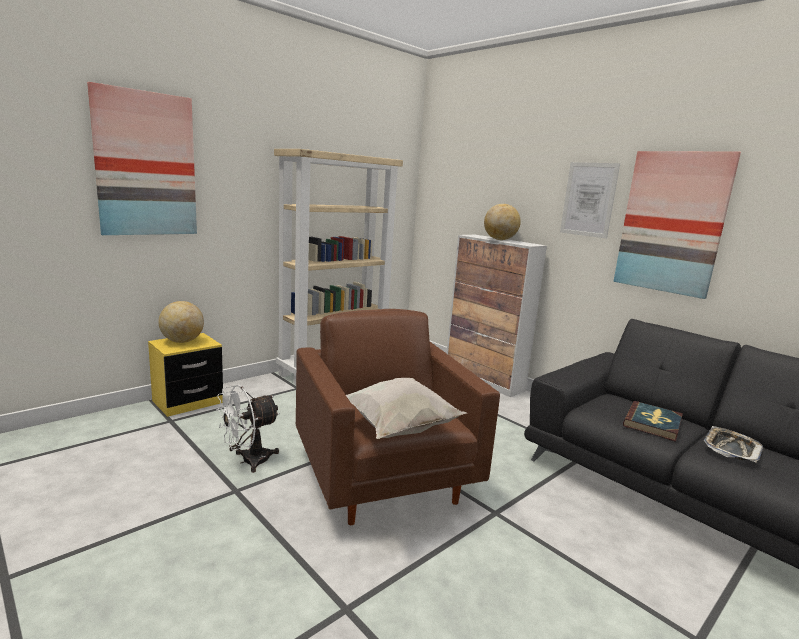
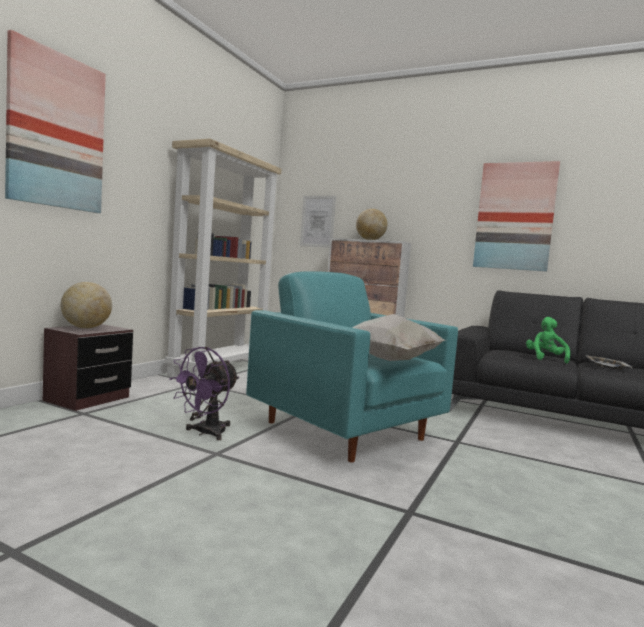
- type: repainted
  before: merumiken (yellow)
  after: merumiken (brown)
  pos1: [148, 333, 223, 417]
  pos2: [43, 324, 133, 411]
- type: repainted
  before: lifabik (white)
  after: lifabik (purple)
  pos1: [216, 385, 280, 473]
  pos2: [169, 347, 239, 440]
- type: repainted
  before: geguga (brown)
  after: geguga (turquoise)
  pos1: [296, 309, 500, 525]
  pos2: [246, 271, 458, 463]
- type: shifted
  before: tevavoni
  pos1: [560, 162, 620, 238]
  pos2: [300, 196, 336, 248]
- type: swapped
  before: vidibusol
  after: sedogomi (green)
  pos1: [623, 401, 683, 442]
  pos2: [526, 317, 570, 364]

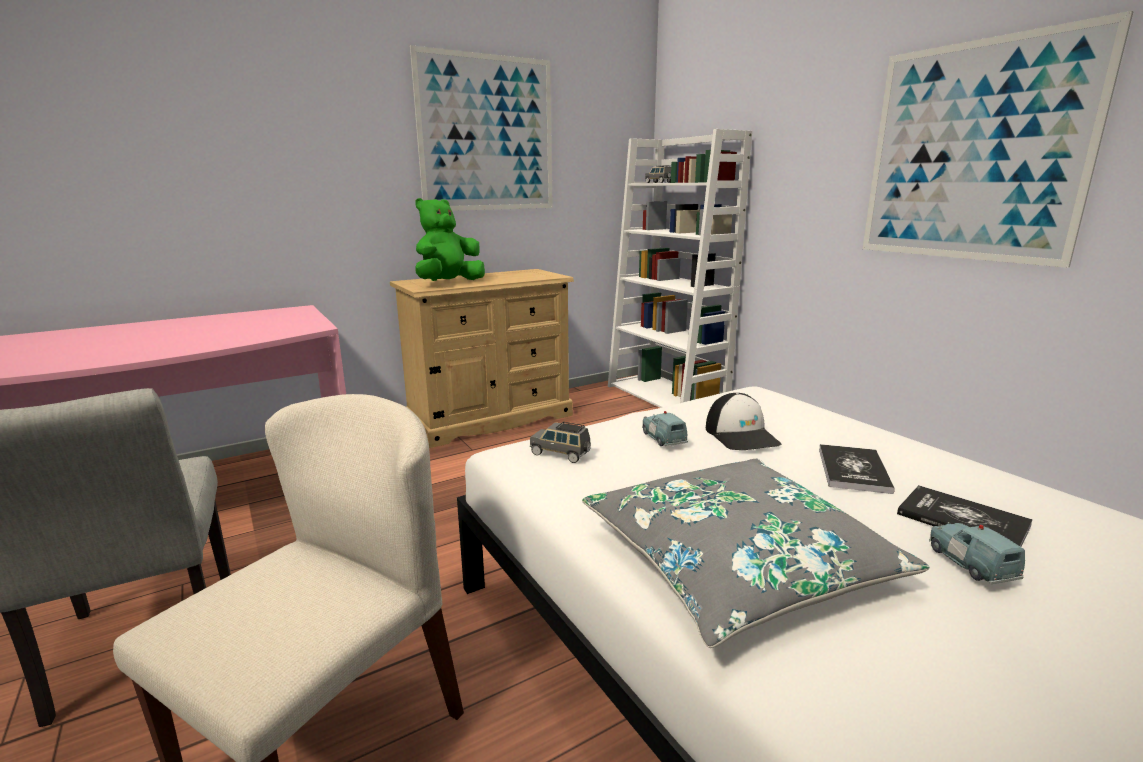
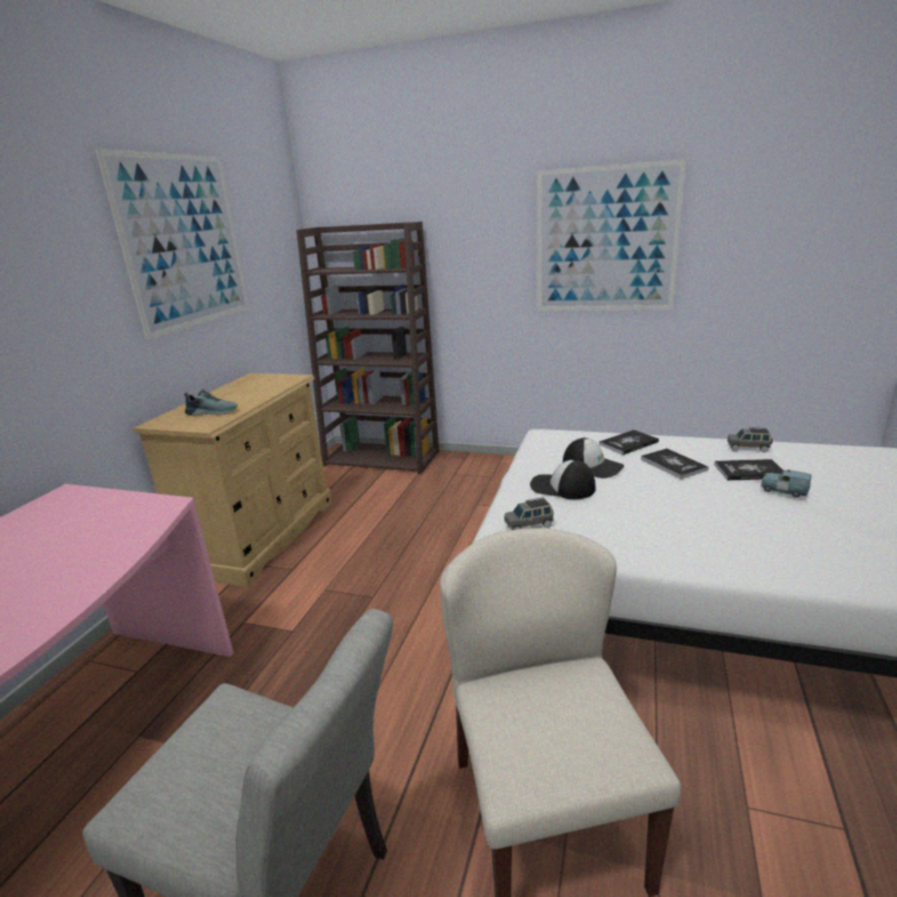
- type: swapped
  before: sedogomi (green)
  after: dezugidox
  pos1: [415, 198, 485, 281]
  pos2: [184, 389, 238, 416]
- type: gone
  before: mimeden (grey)
  pos1: [582, 459, 930, 648]
- type: repainted
  before: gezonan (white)
  after: gezonan (brown)
  pos1: [608, 129, 752, 408]
  pos2: [296, 221, 439, 475]
- type: swapped
  before: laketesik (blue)
  after: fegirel
  pos1: [642, 411, 688, 446]
  pos2: [530, 460, 595, 499]
- type: shifted
  before: laketesik (grey)
  pos1: [645, 165, 671, 183]
  pos2: [727, 427, 772, 452]
- type: new
  after: vidibusol
  pos2: [599, 430, 659, 455]

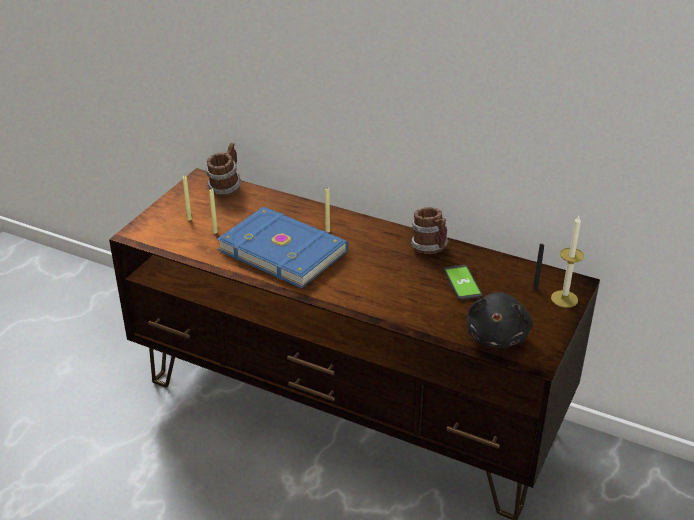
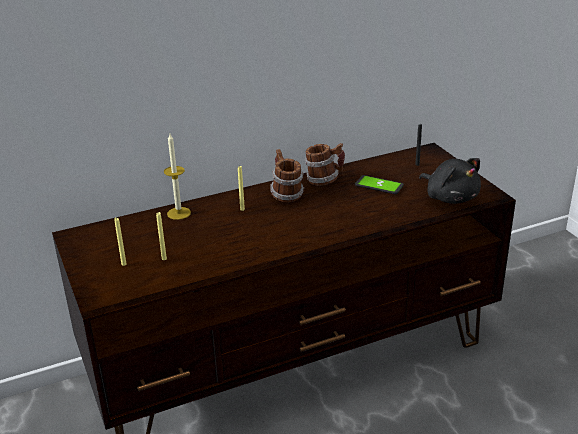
- type: shifted
  before: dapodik
  pos1: [206, 143, 241, 196]
  pos2: [270, 149, 304, 202]
- type: gone
  before: vidibusol (blue)
  pos1: [217, 207, 348, 288]
- type: shifted
  before: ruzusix
  pos1: [551, 216, 584, 308]
  pos2: [164, 134, 191, 220]

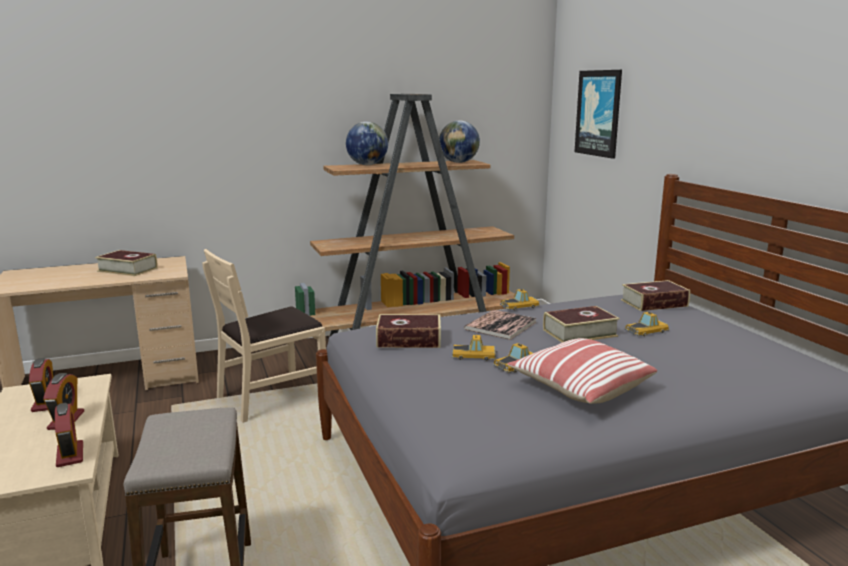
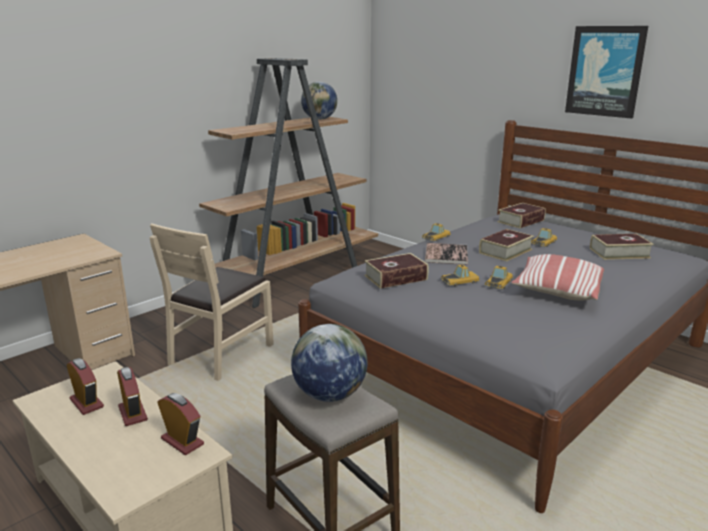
- type: shifted
  before: vidibusol
  pos1: [95, 250, 157, 276]
  pos2: [590, 234, 654, 260]
- type: shifted
  before: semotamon
  pos1: [346, 122, 388, 165]
  pos2: [291, 324, 367, 402]
- type: shifted
  before: tevavoni
  pos1: [575, 70, 622, 159]
  pos2: [565, 26, 648, 119]

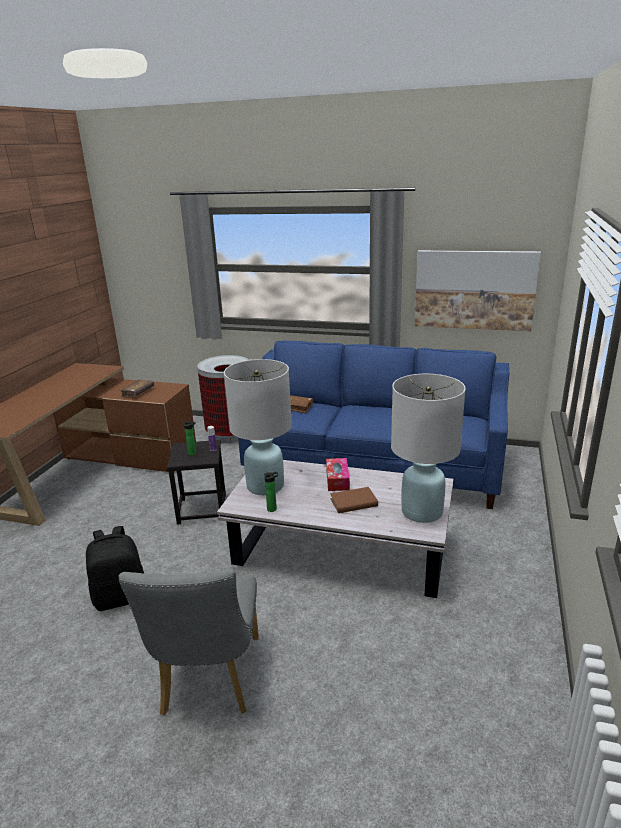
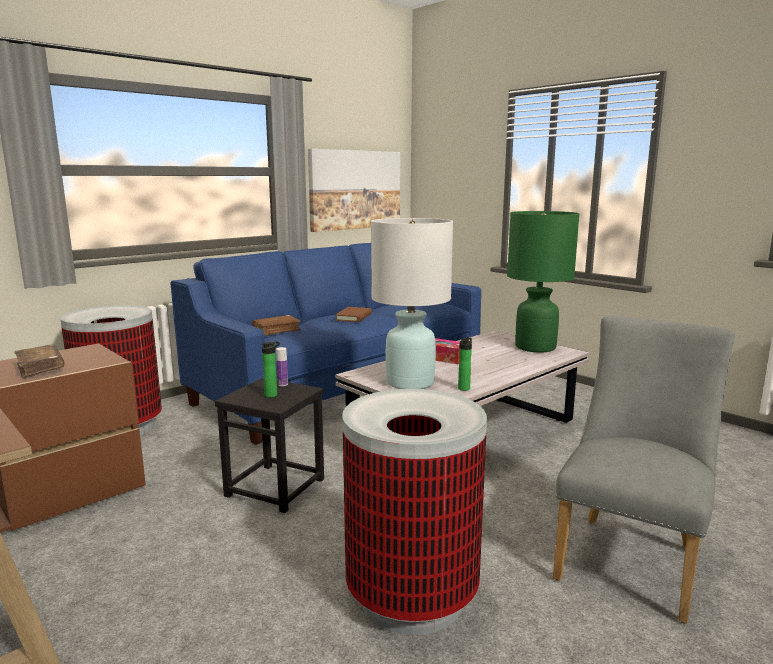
- type: swapped
  before: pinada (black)
  after: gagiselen
  pos1: [86, 526, 144, 611]
  pos2: [343, 389, 487, 635]
- type: rotated
  before: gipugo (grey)
  pos1: [118, 569, 259, 716]
  pos2: [553, 316, 735, 624]
  turn: -90
- type: shifted
  before: vidibusol (brown)
  pos1: [330, 487, 378, 513]
  pos2: [335, 307, 372, 322]
- type: repainted
  before: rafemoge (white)
  after: rafemoge (green)
  pos1: [391, 374, 466, 523]
  pos2: [507, 211, 580, 353]

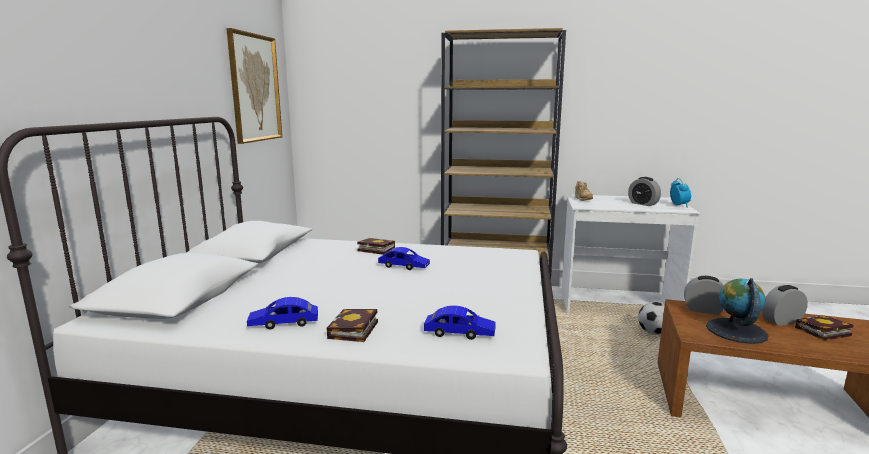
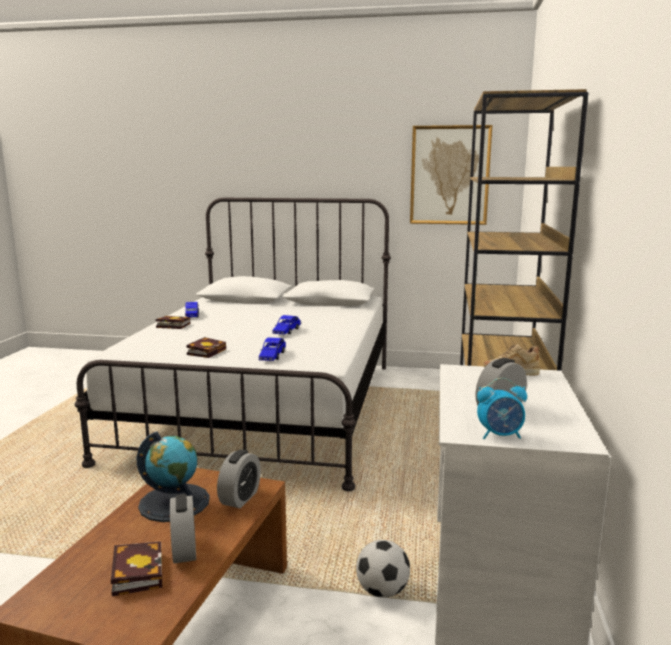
- type: shifted
  before: vidibusol
  pos1: [357, 238, 395, 255]
  pos2: [186, 337, 226, 358]
- type: shifted
  before: laketesik (blue)
  pos1: [424, 306, 496, 340]
  pos2: [259, 337, 286, 361]

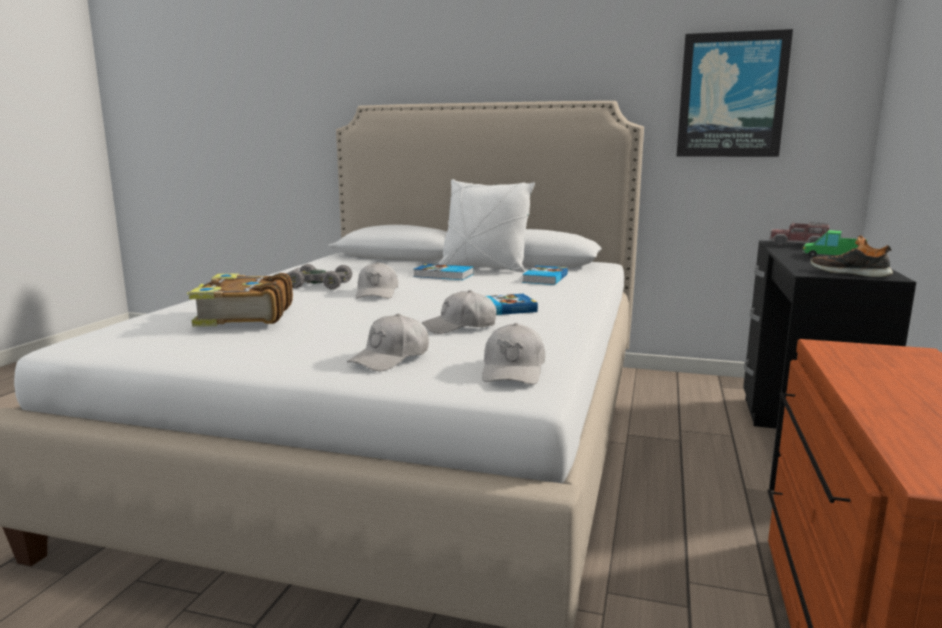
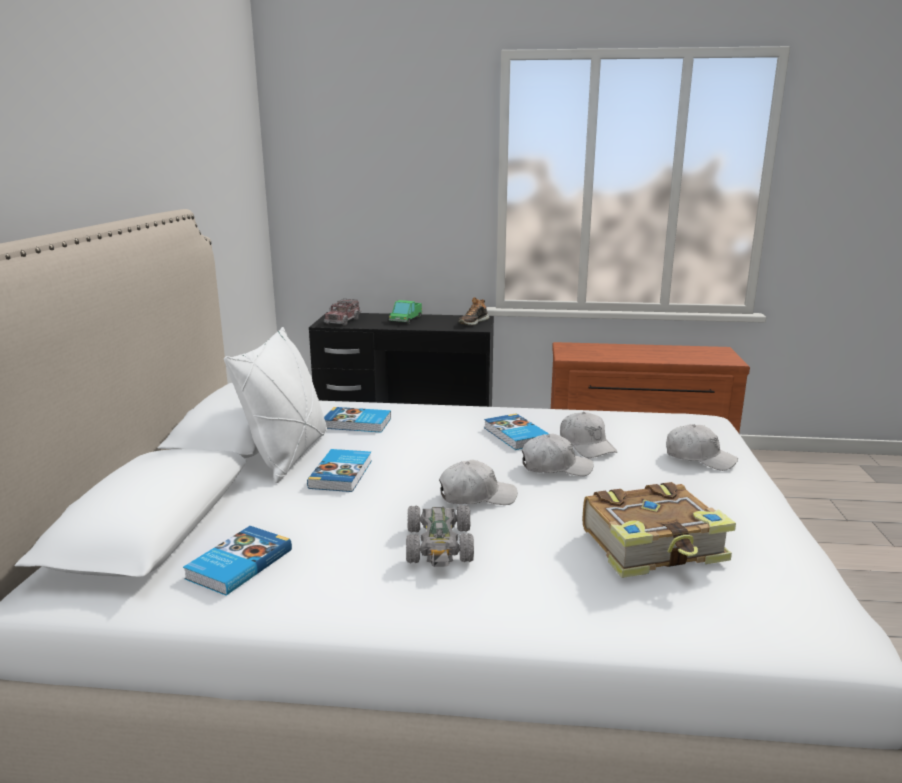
- type: shifted
  before: fegirel (white)
  pos1: [482, 323, 545, 384]
  pos2: [522, 434, 594, 476]
- type: gone
  before: tevavoni
  pos1: [677, 29, 793, 157]
- type: new
  after: vidibusol
  pos2: [183, 526, 292, 596]

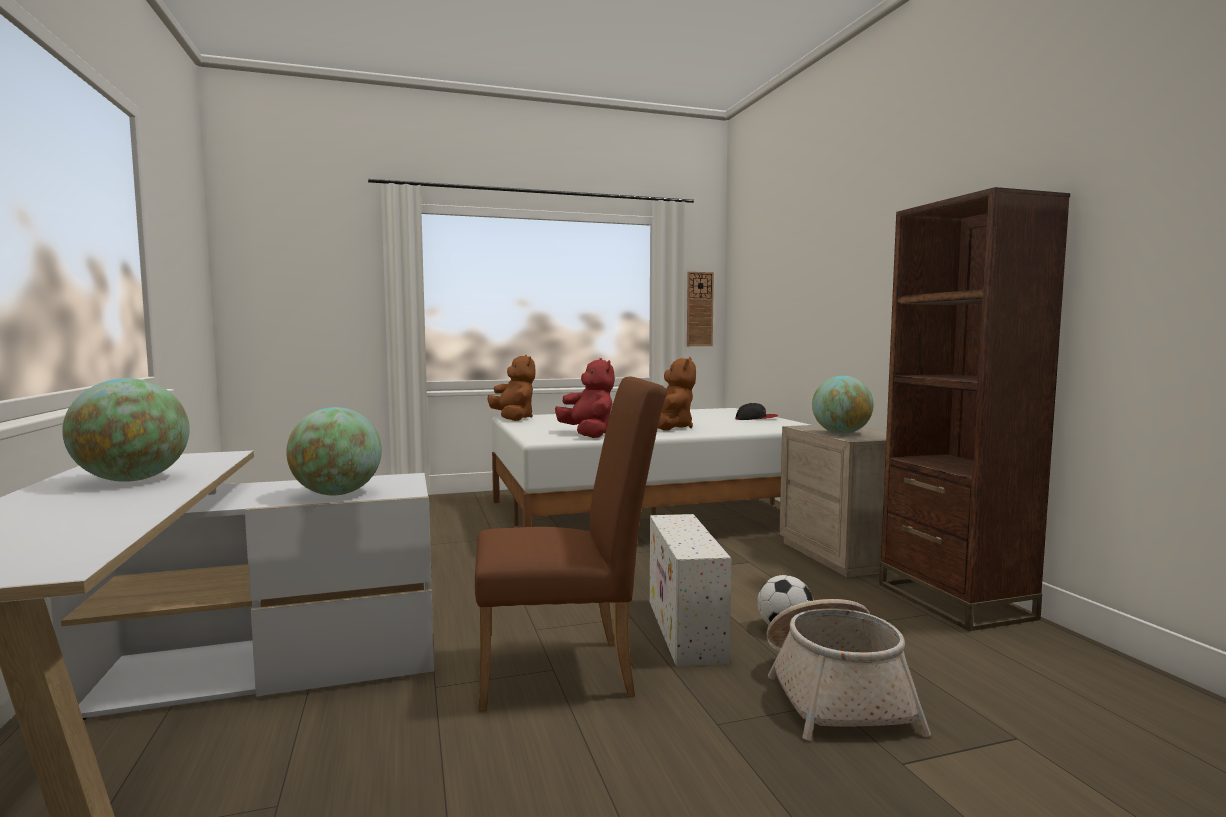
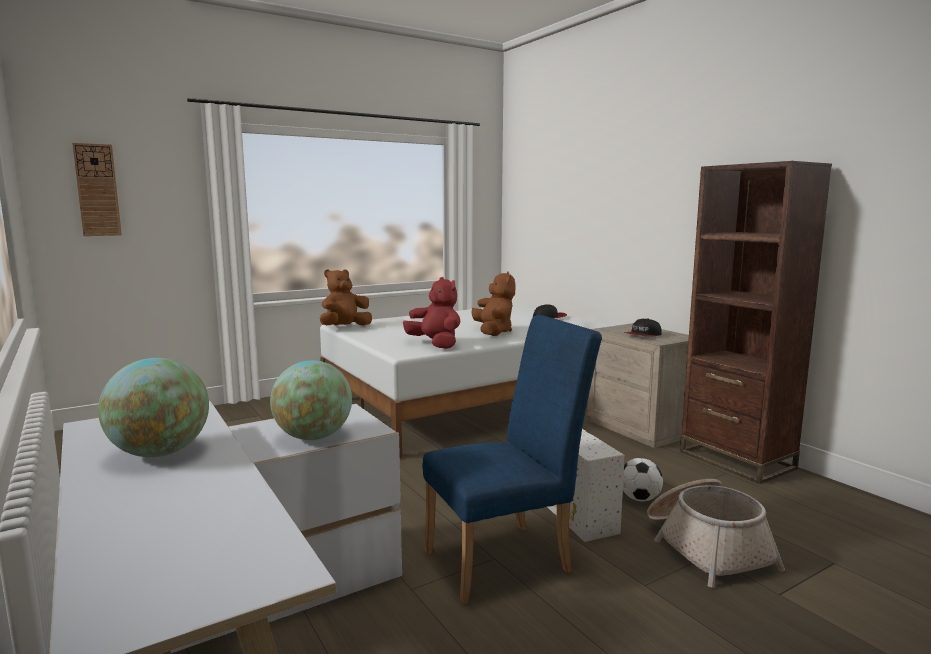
- type: repainted
  before: gipugo (brown)
  after: gipugo (blue)
  pos1: [475, 377, 667, 711]
  pos2: [423, 315, 602, 605]
- type: rotated
  before: sedogomi (brown)
  pos1: [488, 355, 535, 421]
  pos2: [320, 269, 372, 326]
  turn: -90
- type: shifted
  before: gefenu
  pos1: [687, 272, 714, 346]
  pos2: [72, 143, 122, 236]
- type: swapped
  before: semotamon
  after: fegirel
  pos1: [812, 376, 873, 434]
  pos2: [624, 318, 662, 337]

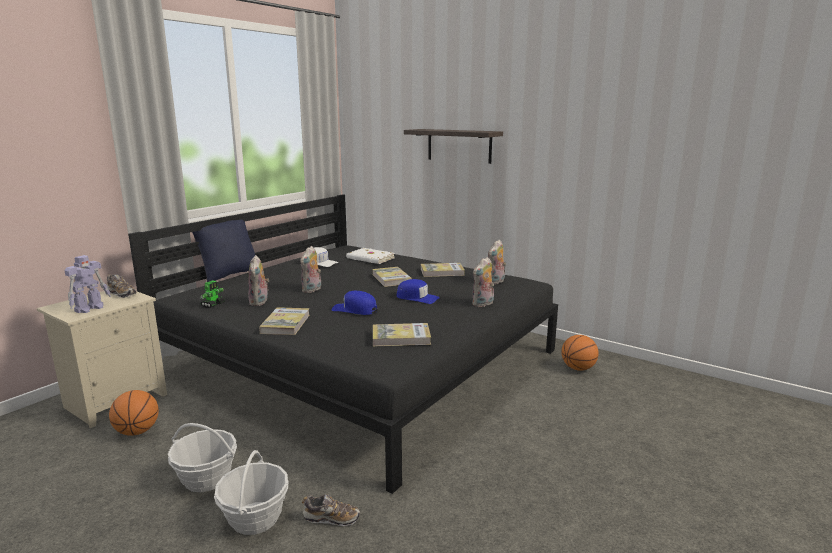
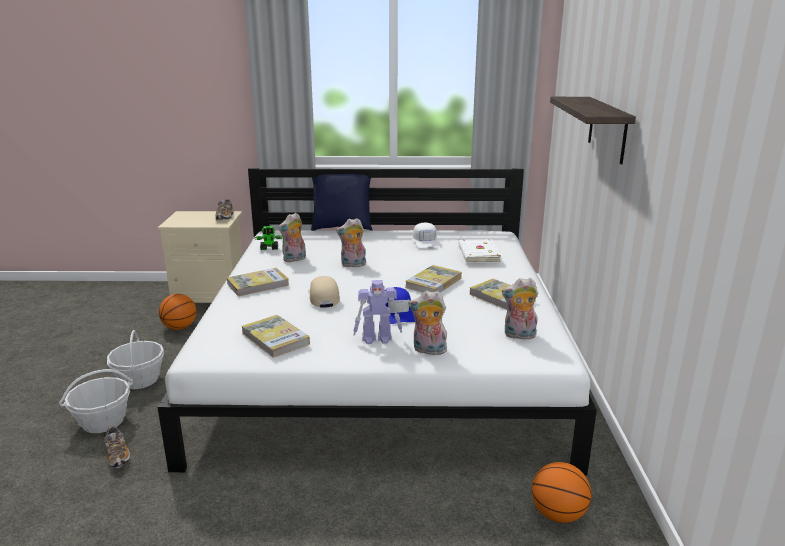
- type: shifted
  before: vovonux
  pos1: [64, 255, 111, 313]
  pos2: [354, 280, 402, 344]
- type: repainted
  before: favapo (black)
  after: favapo (white)
  pos1: [128, 194, 558, 494]
  pos2: [158, 168, 597, 475]
- type: repainted
  before: fegirel (blue)
  after: fegirel (beige)
  pos1: [331, 291, 378, 315]
  pos2: [308, 276, 340, 308]

